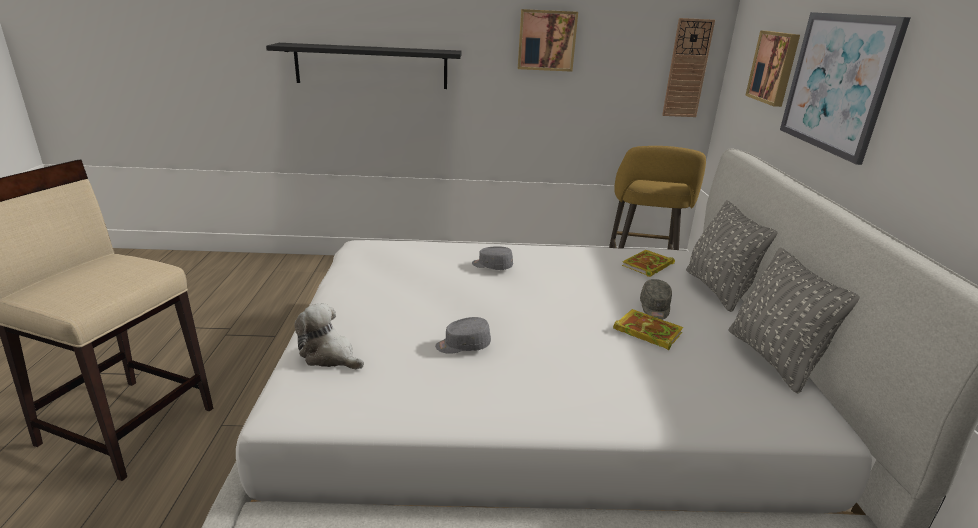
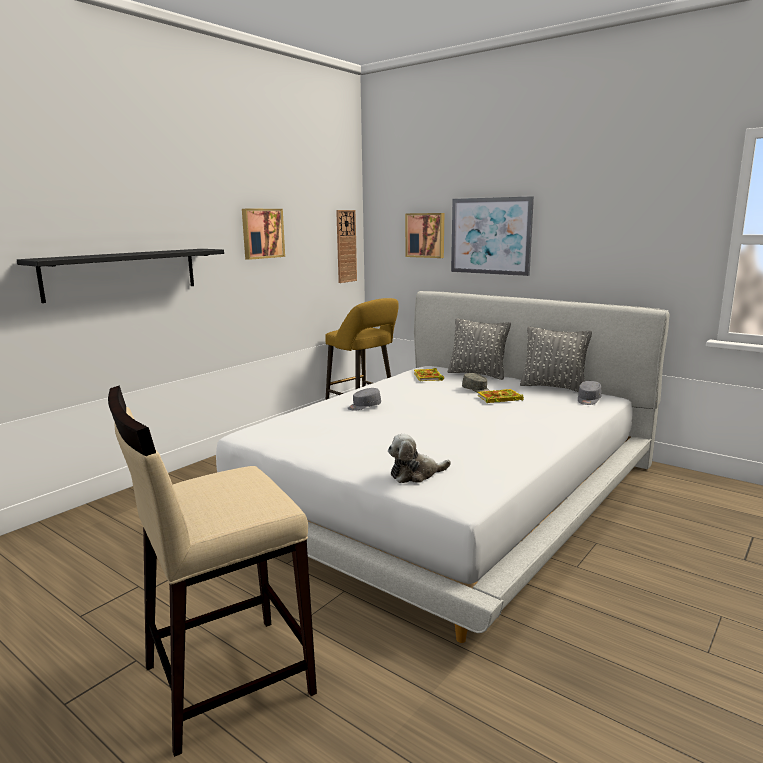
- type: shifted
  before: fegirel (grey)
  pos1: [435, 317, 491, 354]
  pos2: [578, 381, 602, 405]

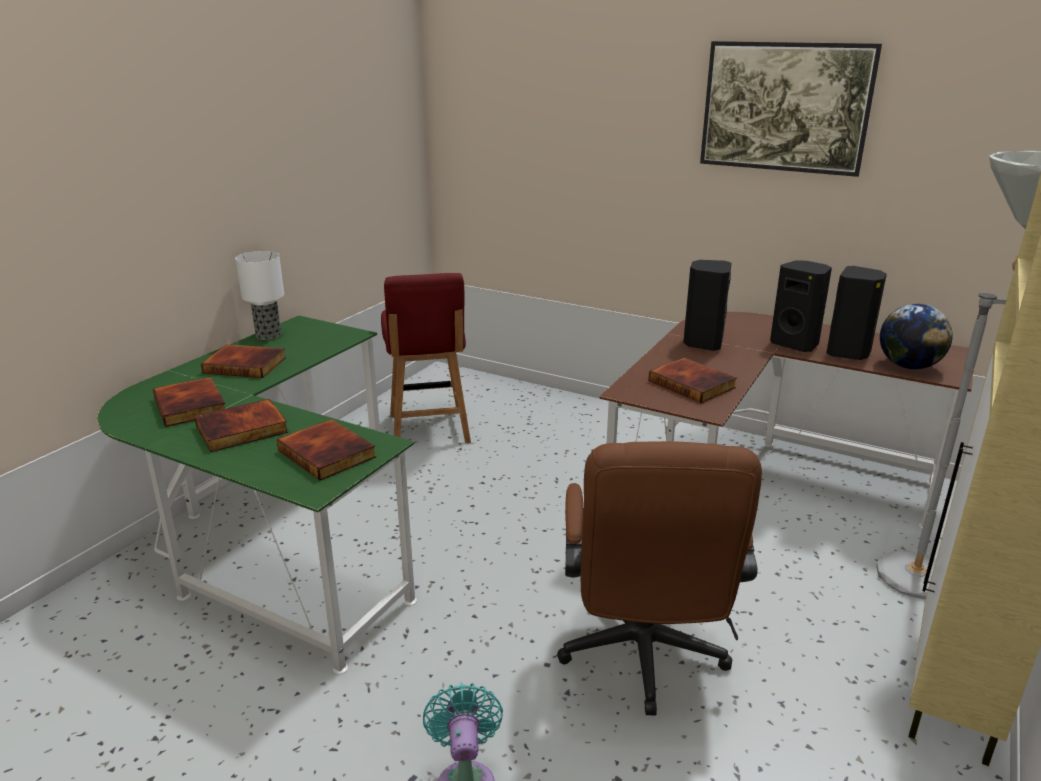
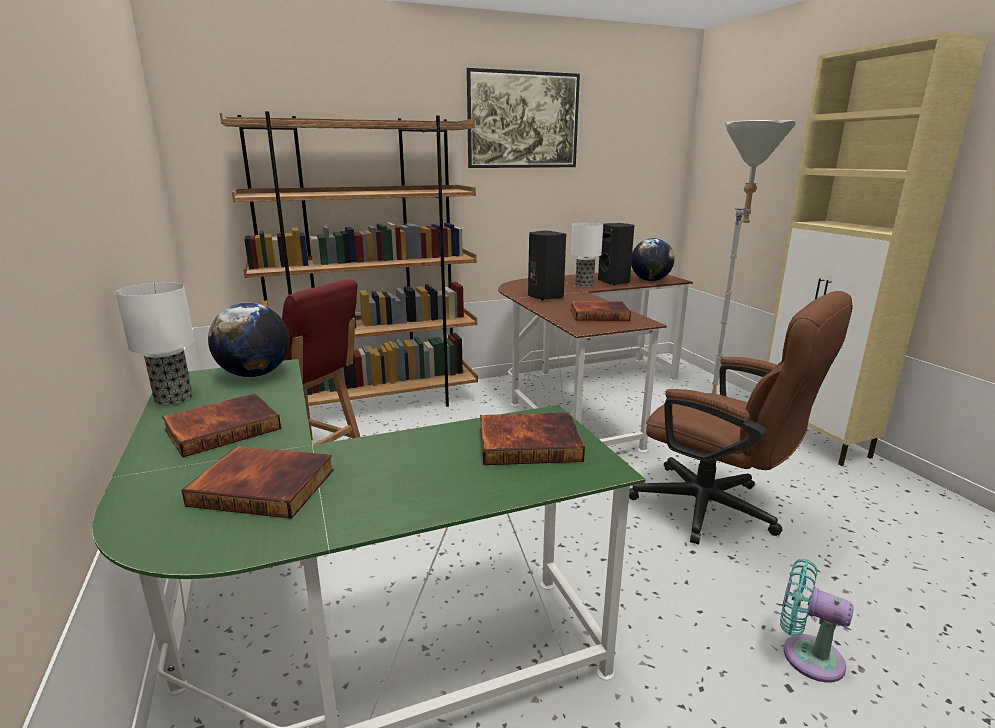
- type: gone
  before: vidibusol
  pos1: [195, 399, 288, 452]
- type: swapped
  before: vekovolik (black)
  after: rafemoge
  pos1: [770, 260, 832, 352]
  pos2: [571, 222, 603, 287]
- type: new
  after: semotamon
  pos2: [208, 303, 289, 377]
- type: new
  after: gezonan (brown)
  pos2: [220, 111, 478, 407]

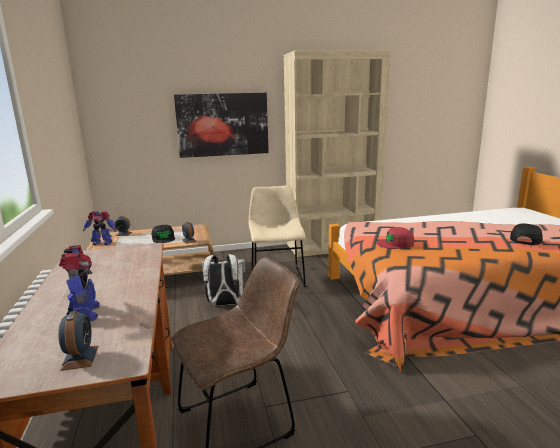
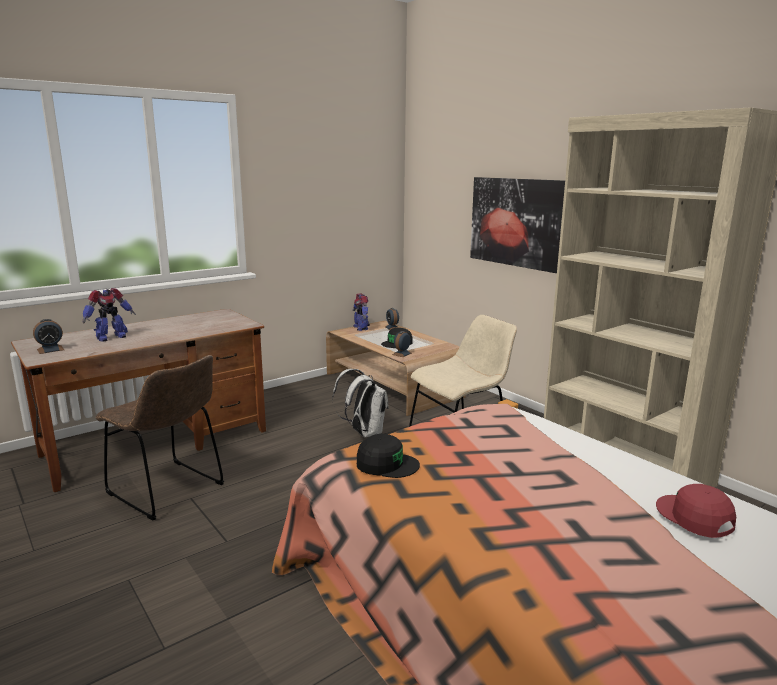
- type: shifted
  before: fegirel (red)
  pos1: [377, 227, 414, 249]
  pos2: [656, 484, 736, 538]
- type: shifted
  before: fegirel (black)
  pos1: [510, 224, 543, 245]
  pos2: [357, 434, 420, 478]

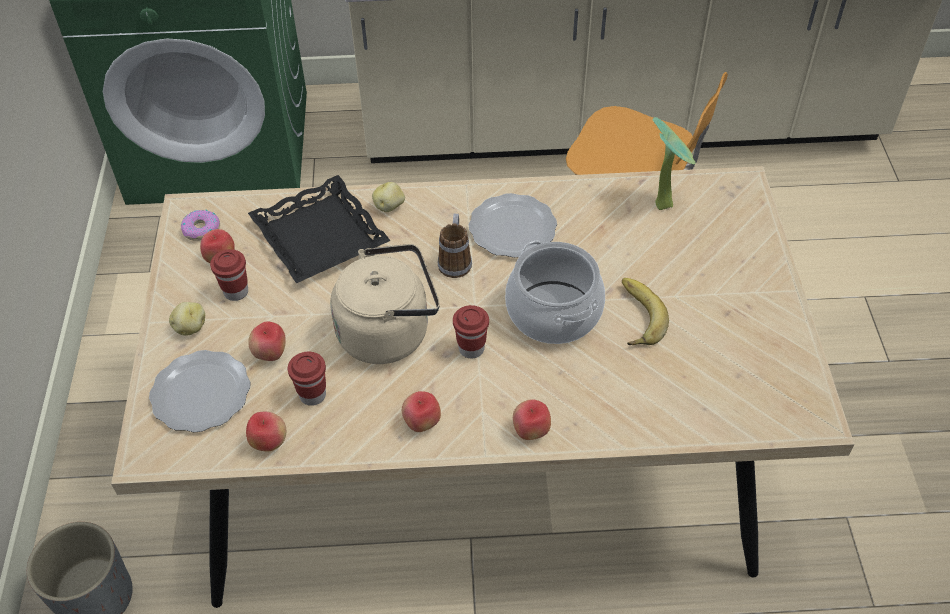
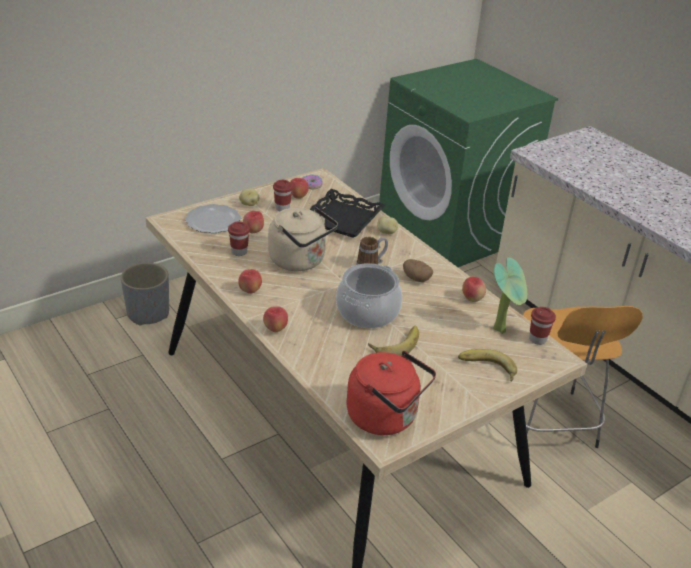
- type: shifted
  before: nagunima
  pos1: [246, 412, 286, 452]
  pos2: [462, 277, 486, 302]
- type: shifted
  before: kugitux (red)
  pos1: [453, 305, 489, 358]
  pos2: [529, 307, 556, 345]
- type: swapped
  before: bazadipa
  after: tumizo
  pos1: [469, 193, 557, 258]
  pos2: [403, 259, 433, 282]
- type: new
  after: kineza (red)
  pos2: [346, 351, 436, 435]
- type: new
  after: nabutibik
  pos2: [458, 349, 517, 382]

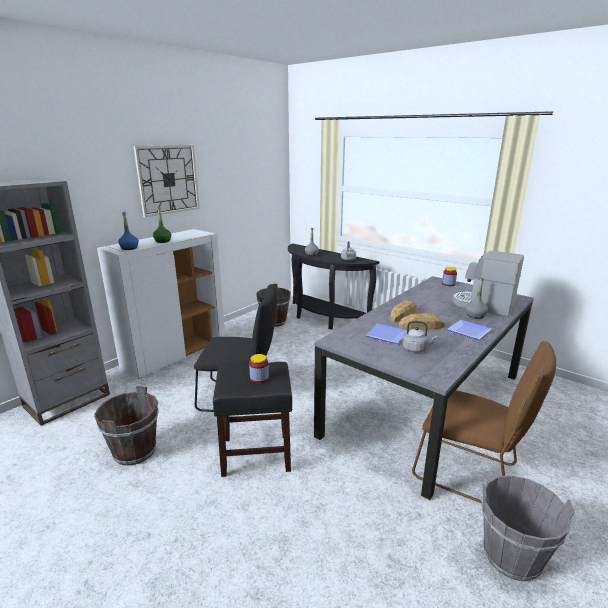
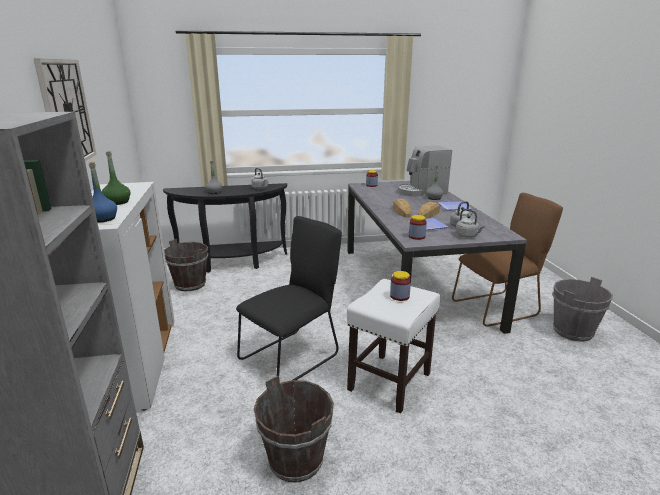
- type: repainted
  before: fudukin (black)
  after: fudukin (white)
  pos1: [213, 362, 292, 477]
  pos2: [347, 279, 441, 414]
- type: new
  after: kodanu
  pos2: [409, 215, 427, 240]
- type: new
  after: kineza (grey)
  pos2: [456, 209, 485, 238]

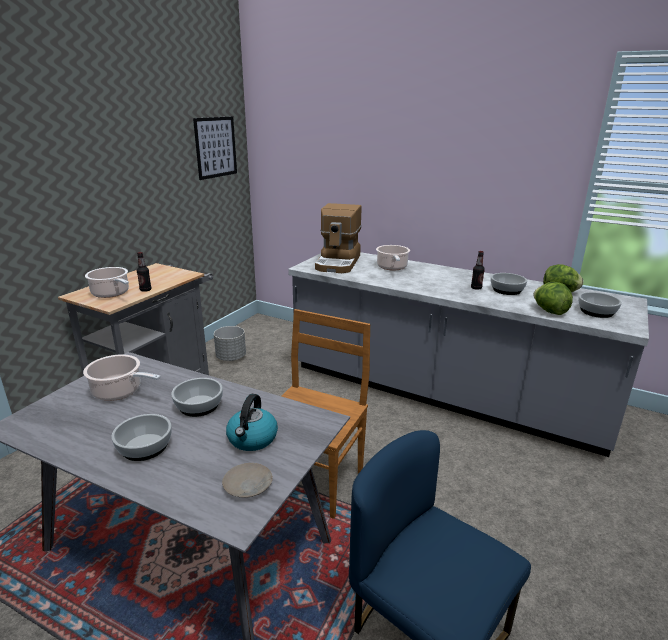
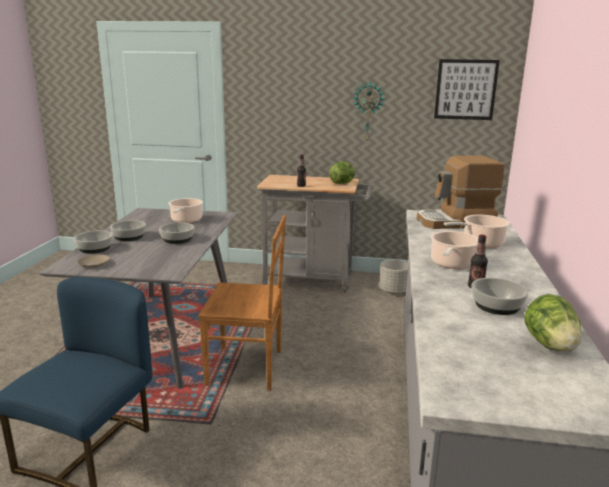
- type: shifted
  before: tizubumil
  pos1: [85, 267, 129, 298]
  pos2: [430, 231, 478, 269]
- type: gone
  before: kineza
  pos1: [226, 394, 278, 451]
- type: shifted
  before: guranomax
  pos1: [534, 282, 573, 315]
  pos2: [329, 161, 355, 184]
- type: shifted
  before: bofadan
  pos1: [578, 292, 622, 318]
  pos2: [74, 231, 113, 254]
- type: new
  after: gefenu
  pos2: [353, 82, 385, 143]

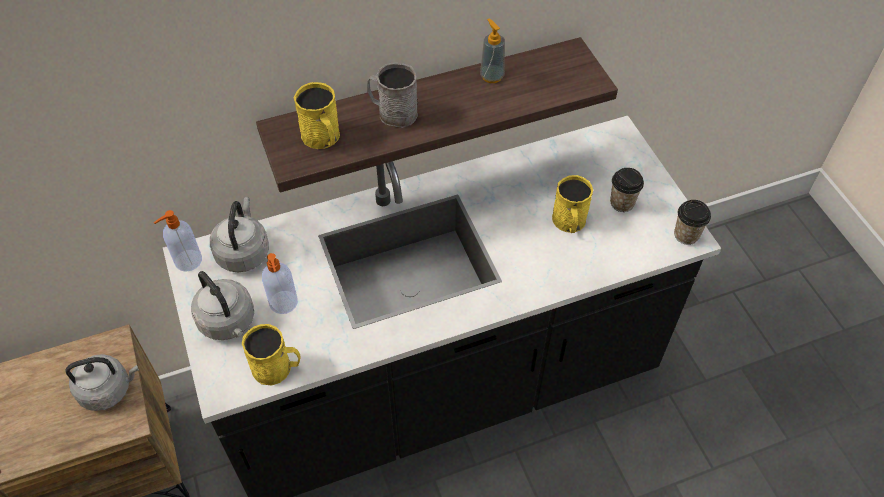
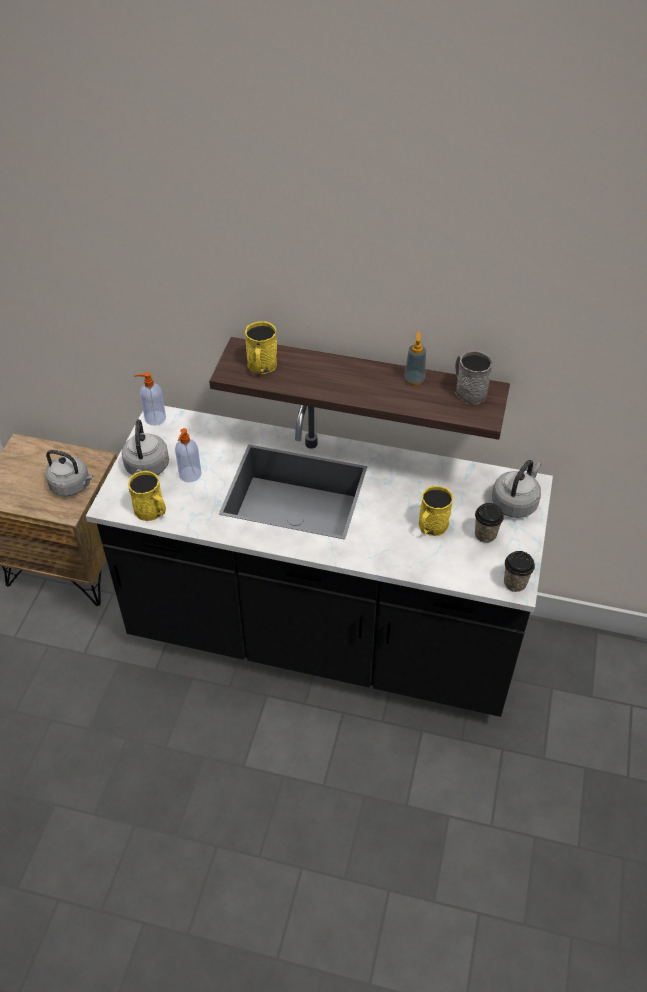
- type: shifted
  before: kineza (grey)
  pos1: [210, 197, 269, 272]
  pos2: [492, 460, 541, 518]
- type: shifted
  before: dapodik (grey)
  pos1: [367, 63, 418, 128]
  pos2: [455, 351, 493, 405]

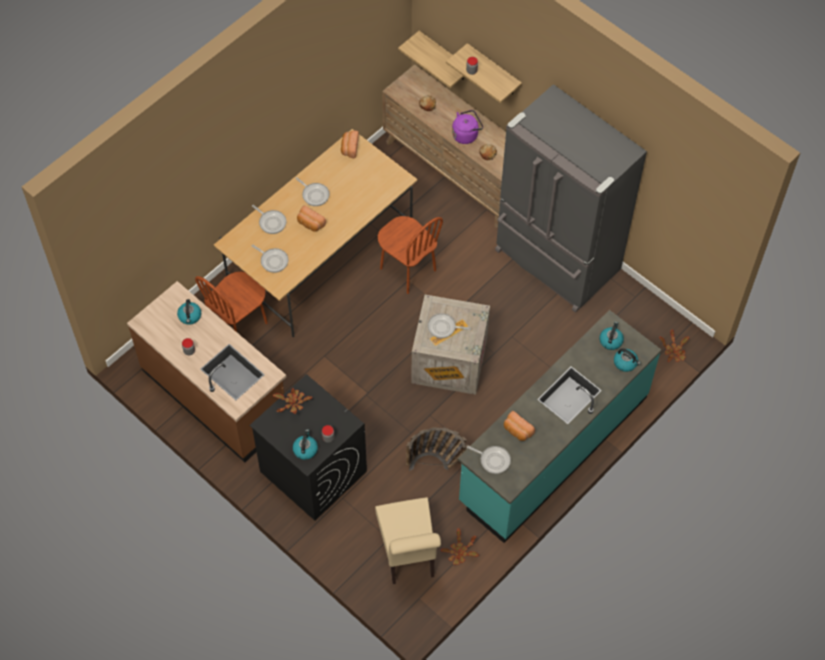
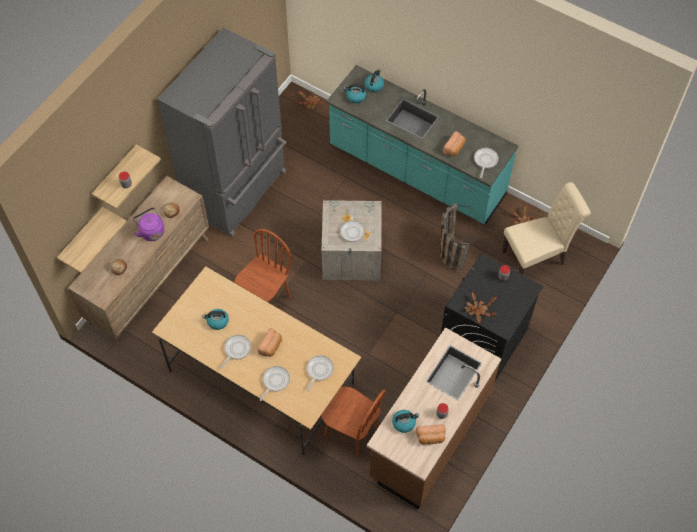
- type: shifted
  before: kineza
  pos1: [293, 429, 318, 460]
  pos2: [202, 309, 229, 330]
- type: shifted
  before: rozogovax
  pos1: [341, 131, 359, 158]
  pos2: [416, 424, 446, 445]

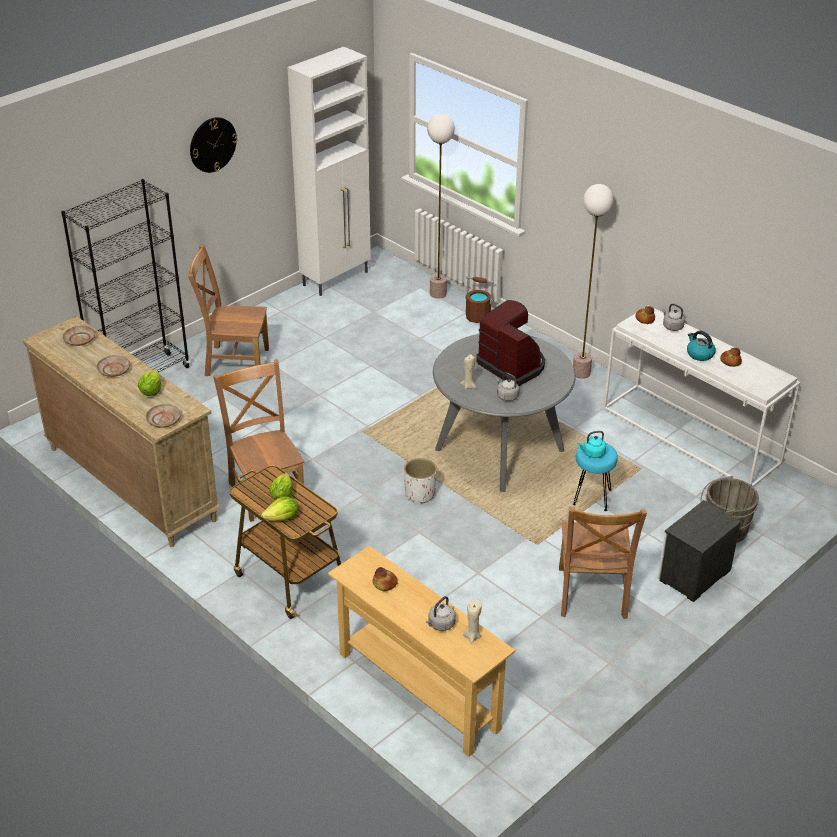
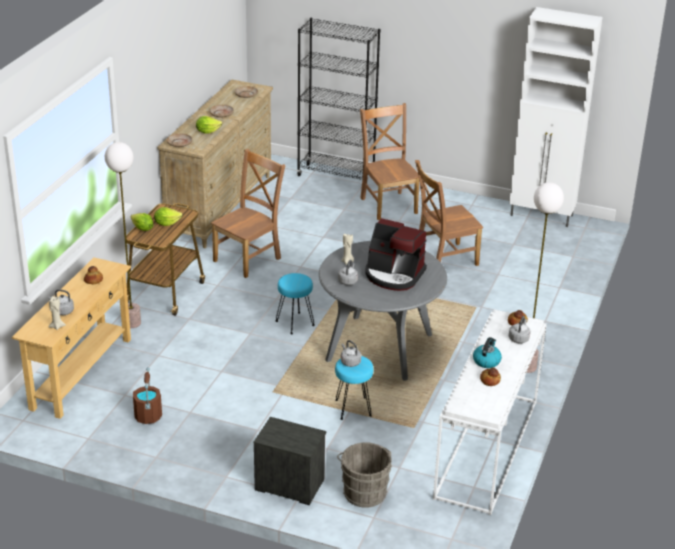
- type: gone
  before: gefenu
  pos1: [190, 117, 238, 173]
- type: swapped
  before: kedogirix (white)
  after: fudukin (turquoise)
  pos1: [404, 458, 437, 504]
  pos2: [276, 273, 315, 334]
- type: shifted
  before: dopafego
  pos1: [427, 114, 455, 299]
  pos2: [105, 142, 141, 328]
- type: shifted
  before: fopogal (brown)
  pos1: [465, 276, 494, 323]
  pos2: [133, 367, 162, 424]
- type: rotated
  before: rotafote
  pos1: [476, 300, 545, 386]
  pos2: [365, 218, 427, 291]
  turn: 90
- type: shifted
  before: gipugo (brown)
  pos1: [559, 507, 647, 619]
  pos2: [415, 160, 483, 266]
- type: repainted
  before: kineza (turquoise)
  after: kineza (grey)
  pos1: [578, 431, 606, 458]
  pos2: [341, 340, 361, 367]

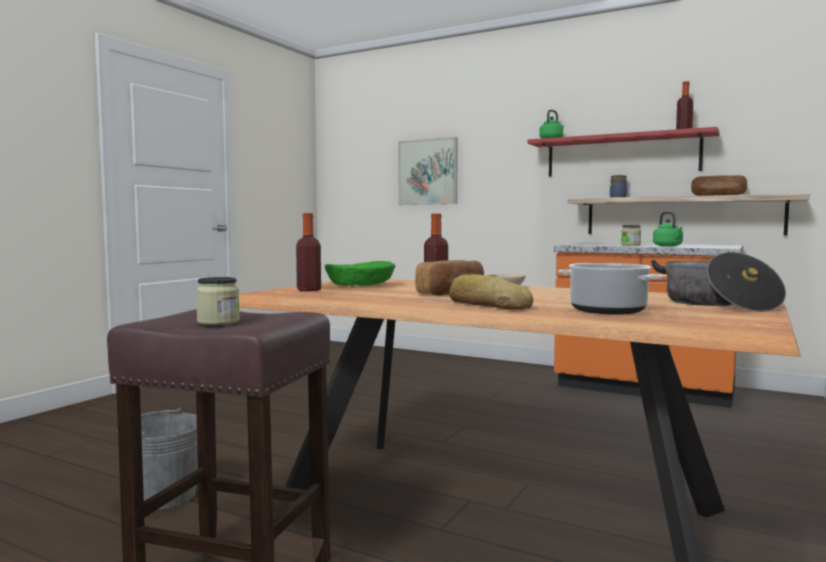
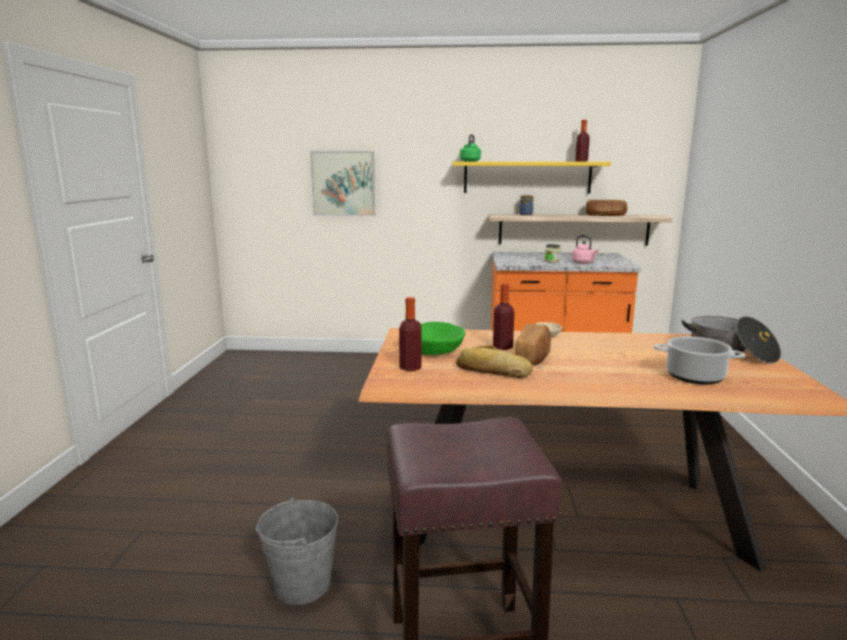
- type: gone
  before: kodanu
  pos1: [196, 277, 240, 325]
- type: shifted
  before: rozogovax
  pos1: [449, 274, 533, 310]
  pos2: [456, 345, 533, 378]
- type: repainted
  before: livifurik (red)
  after: livifurik (yellow)
  pos1: [527, 127, 720, 176]
  pos2: [453, 162, 611, 193]
- type: repainted
  before: kineza (green)
  after: kineza (pink)
  pos1: [653, 211, 683, 247]
  pos2: [572, 235, 599, 264]

